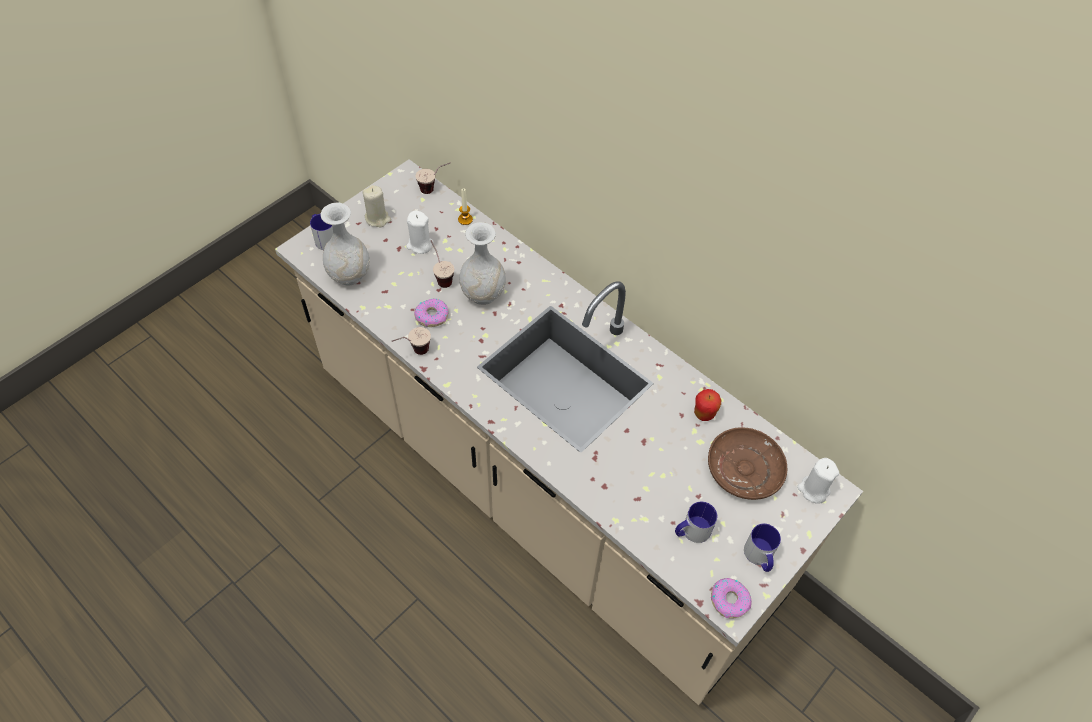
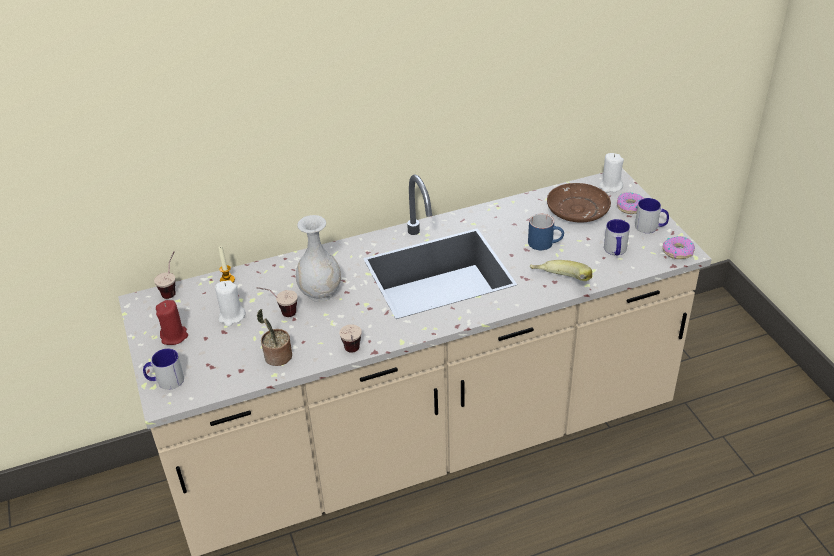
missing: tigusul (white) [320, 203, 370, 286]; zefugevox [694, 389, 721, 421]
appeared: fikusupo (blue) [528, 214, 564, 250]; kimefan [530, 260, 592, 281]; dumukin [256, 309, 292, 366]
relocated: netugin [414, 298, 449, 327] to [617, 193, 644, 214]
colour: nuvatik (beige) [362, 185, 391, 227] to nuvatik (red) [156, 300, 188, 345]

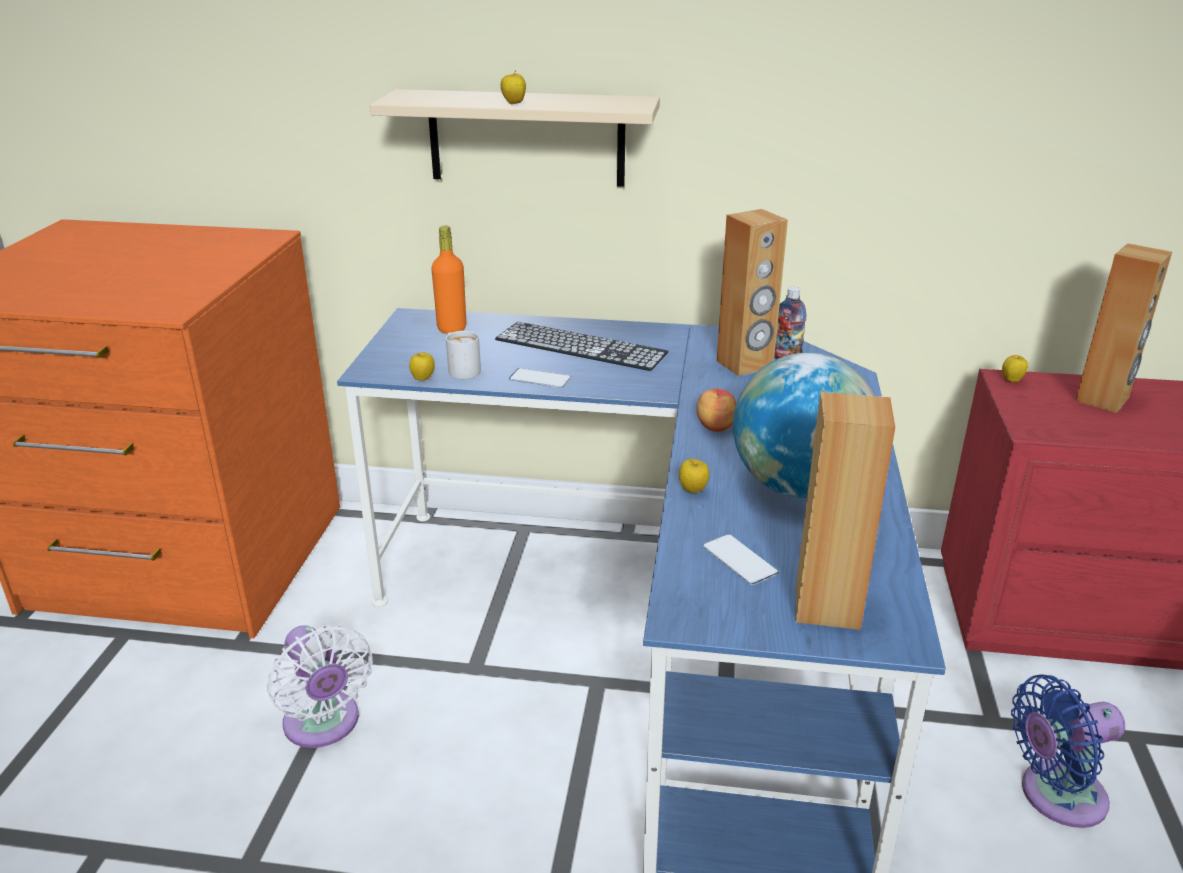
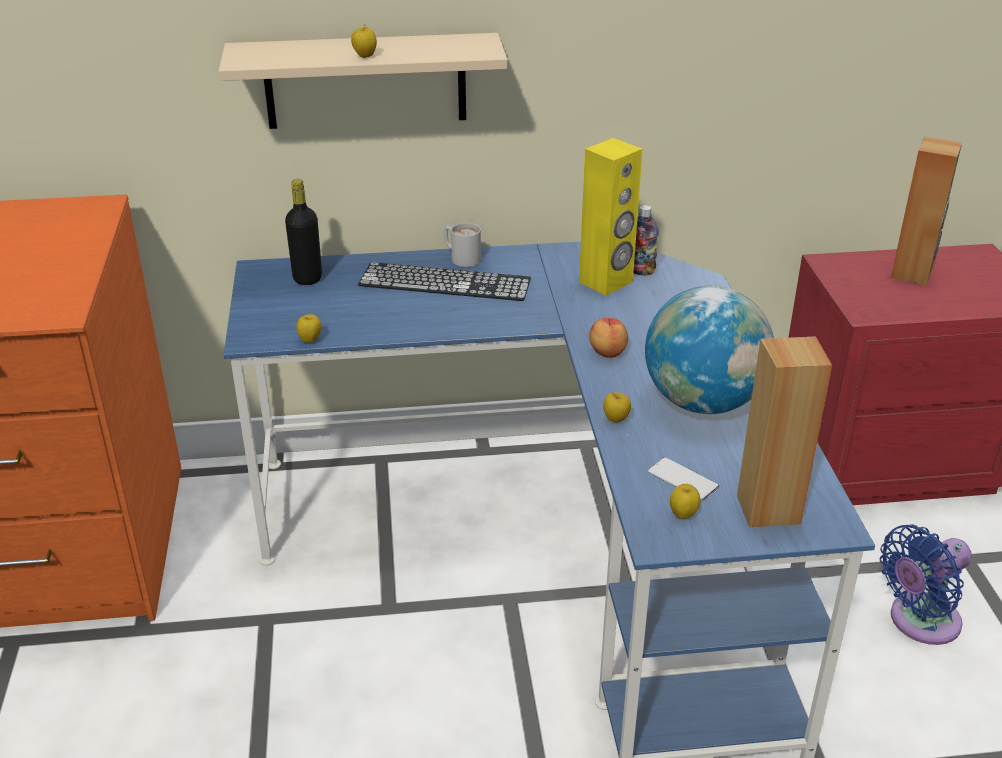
missing: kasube [509, 368, 571, 388]; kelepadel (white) [267, 625, 373, 748]
relocated: fikusupo (white) [446, 331, 481, 379] to [444, 223, 481, 267]; zefugevox [1002, 355, 1028, 382] to [670, 484, 701, 519]
colour: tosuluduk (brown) [717, 209, 788, 376] to tosuluduk (yellow) [579, 138, 643, 296]; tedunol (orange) [431, 226, 466, 334] to tedunol (black) [285, 179, 322, 285]

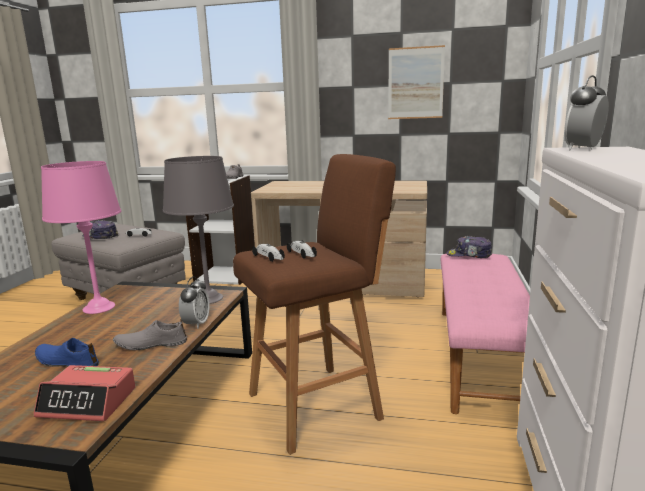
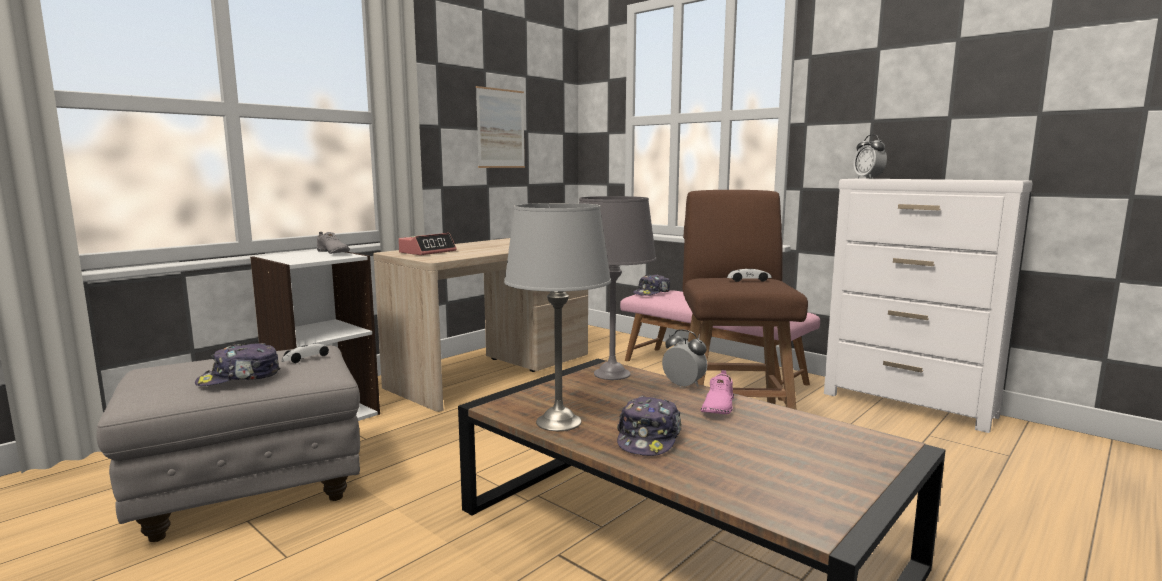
missing: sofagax [252, 243, 285, 262]; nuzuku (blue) [35, 338, 99, 367]
appeared: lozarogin [617, 396, 681, 456]
relocated: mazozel [34, 365, 135, 421] to [398, 233, 457, 255]
colour: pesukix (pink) [41, 161, 121, 314] to pesukix (grey) [504, 203, 611, 431]; nuzuku (grey) [113, 319, 187, 350] to nuzuku (pink) [700, 370, 734, 414]

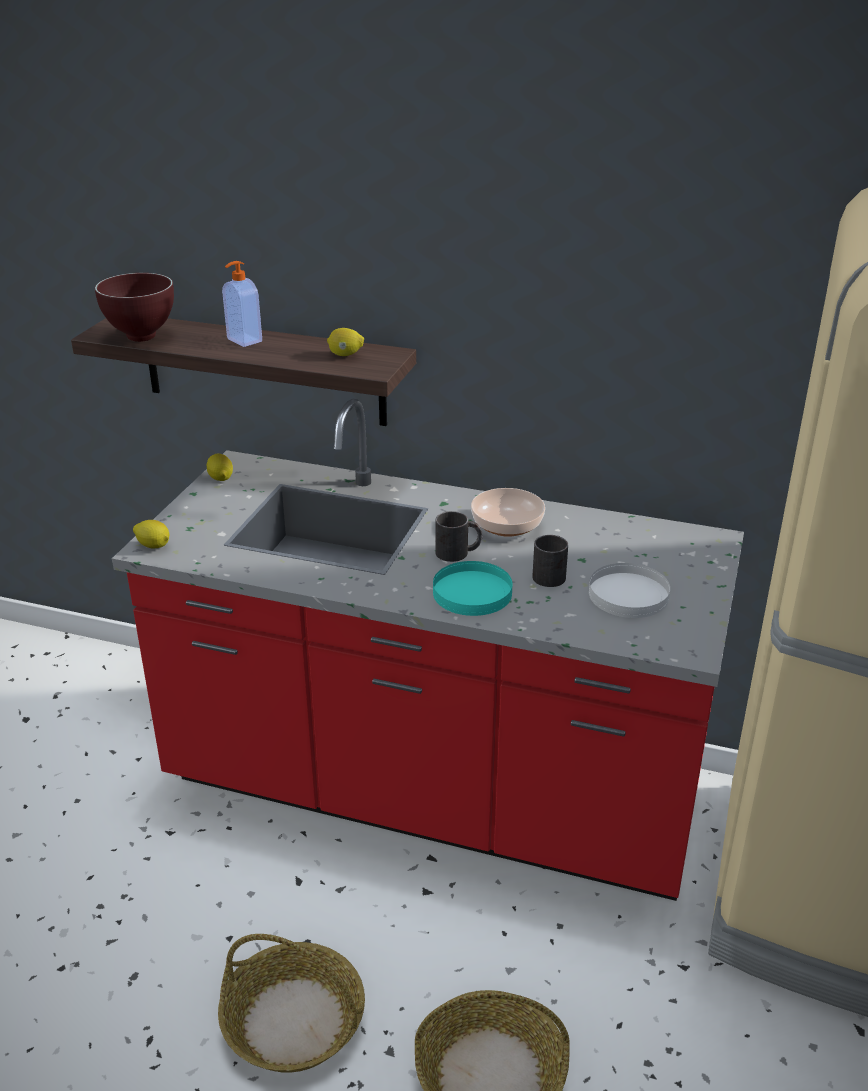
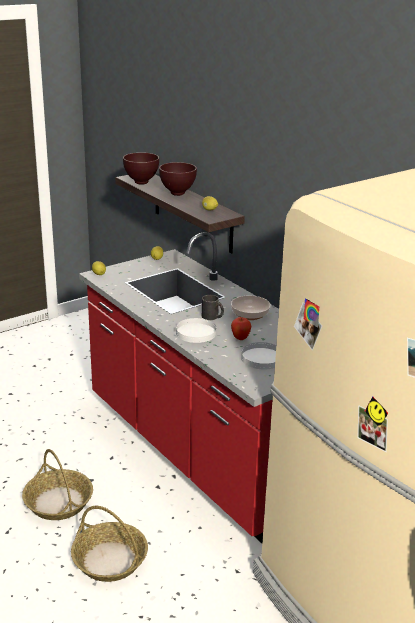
exchanged: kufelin [222, 261, 262, 347] to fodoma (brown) [159, 162, 197, 196]; fikusupo (black) [532, 535, 568, 587] to zefugevox [231, 317, 252, 340]
colour: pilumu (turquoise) [433, 561, 513, 616] to pilumu (white) [176, 318, 216, 343]

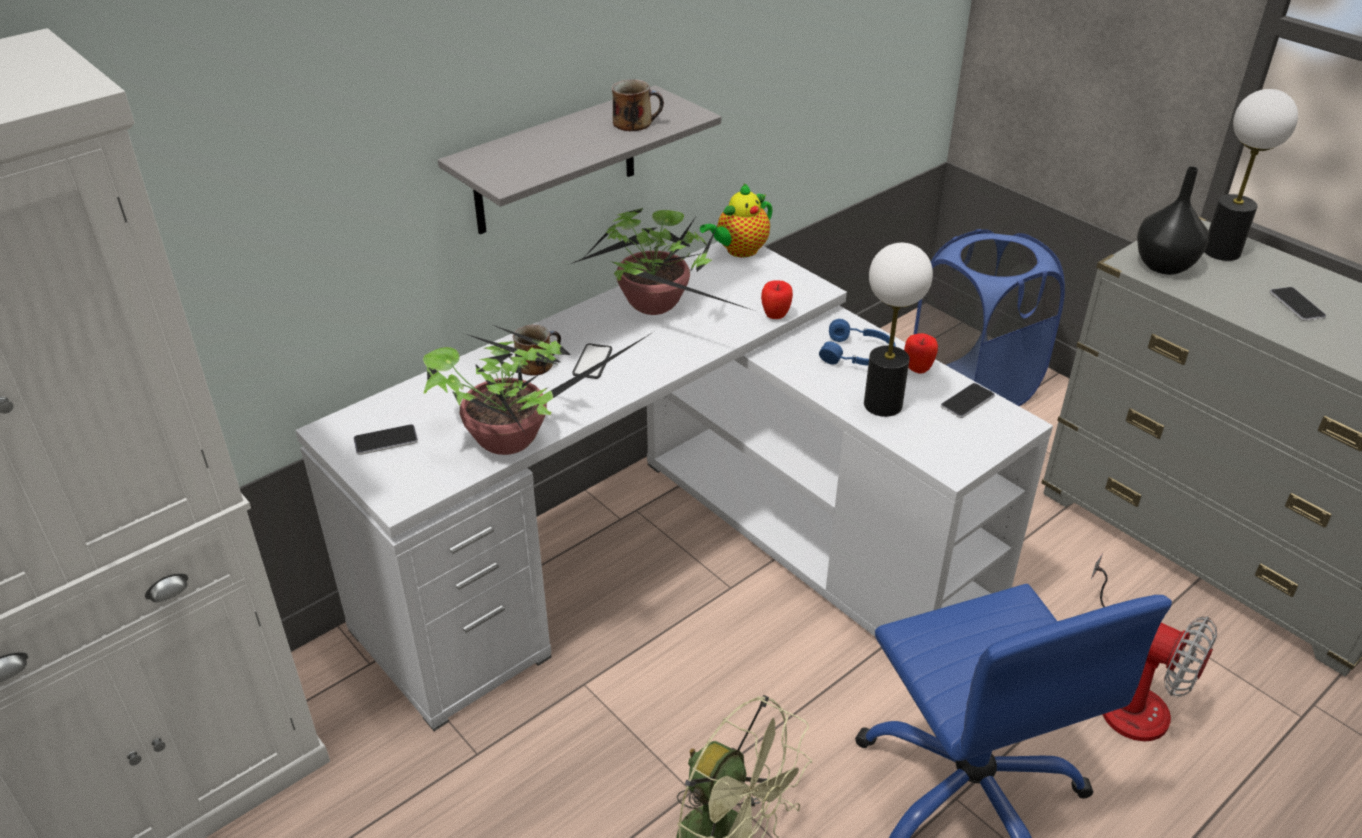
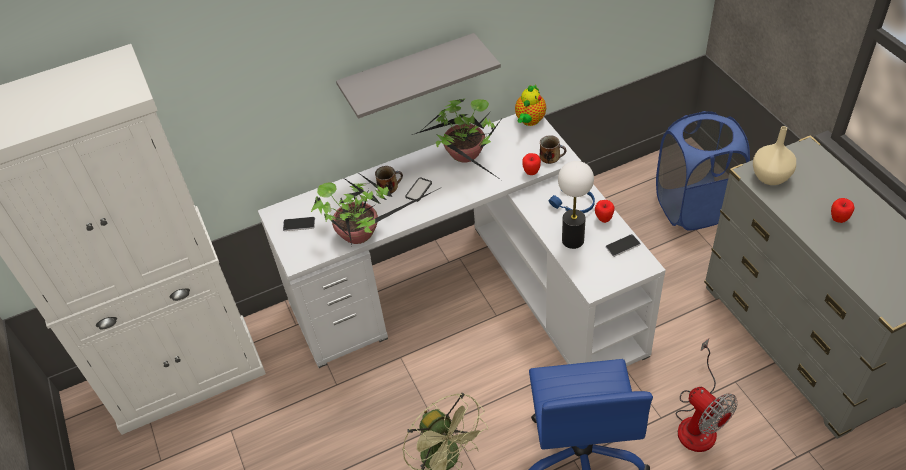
missing: pesukix [1205, 89, 1298, 261]
relocated: fikusupo [612, 79, 664, 131] to [540, 135, 566, 164]
exchanged: kasube [1270, 287, 1326, 321] to zefugevox [831, 198, 855, 223]
colour: tigusul (black) [1137, 166, 1209, 275] to tigusul (beige) [753, 126, 796, 185]
spun: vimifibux [700, 183, 772, 258] = [515, 85, 546, 126] 45 degrees counterclockwise

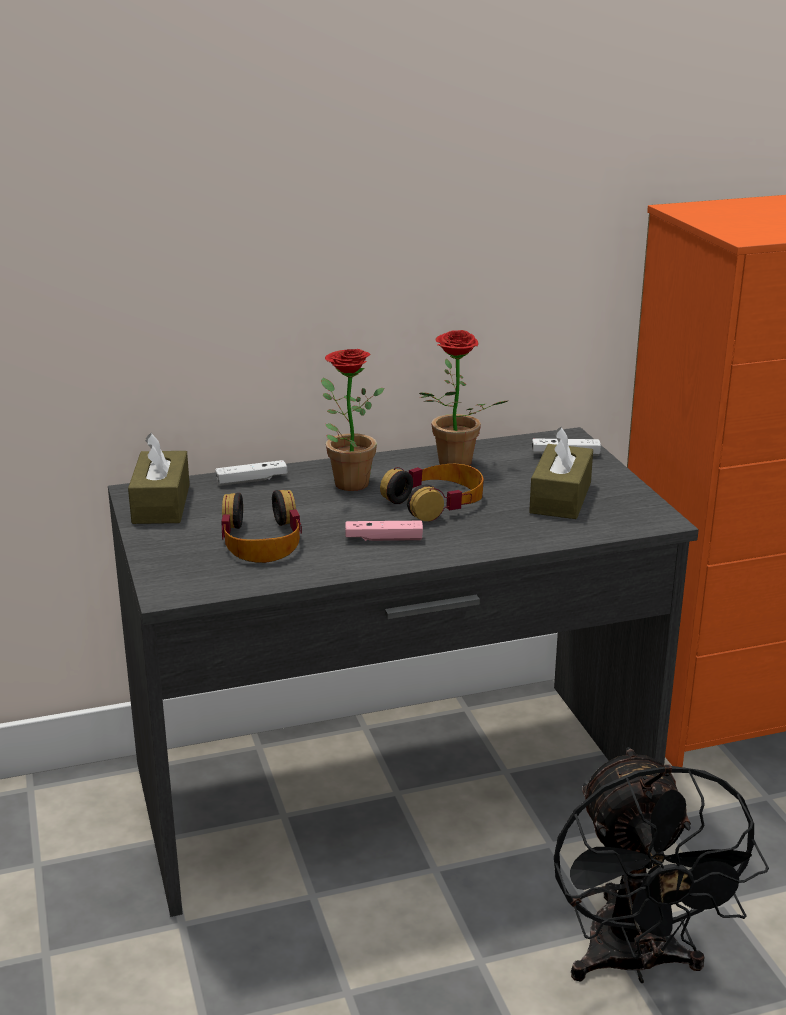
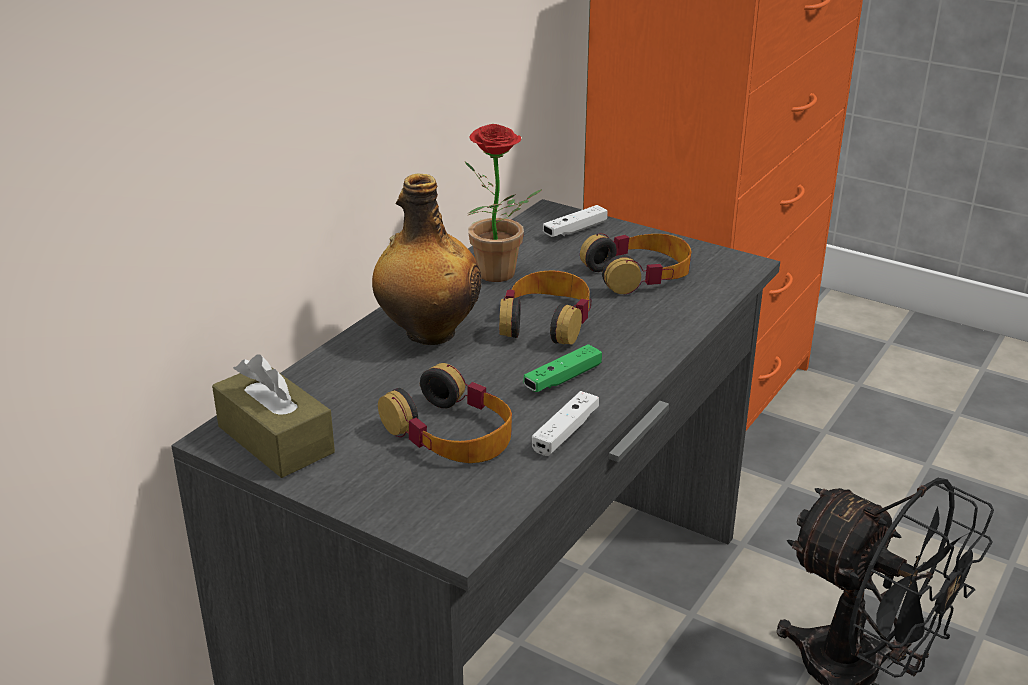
relocated: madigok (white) [215, 460, 287, 486] to [532, 391, 599, 456]
exchanged: dumukin [321, 349, 384, 491] to tedunol [372, 174, 482, 345]; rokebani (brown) [529, 427, 593, 519] to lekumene [580, 233, 691, 295]
colour: madigok (pink) [345, 521, 423, 541] to madigok (green) [523, 344, 602, 392]

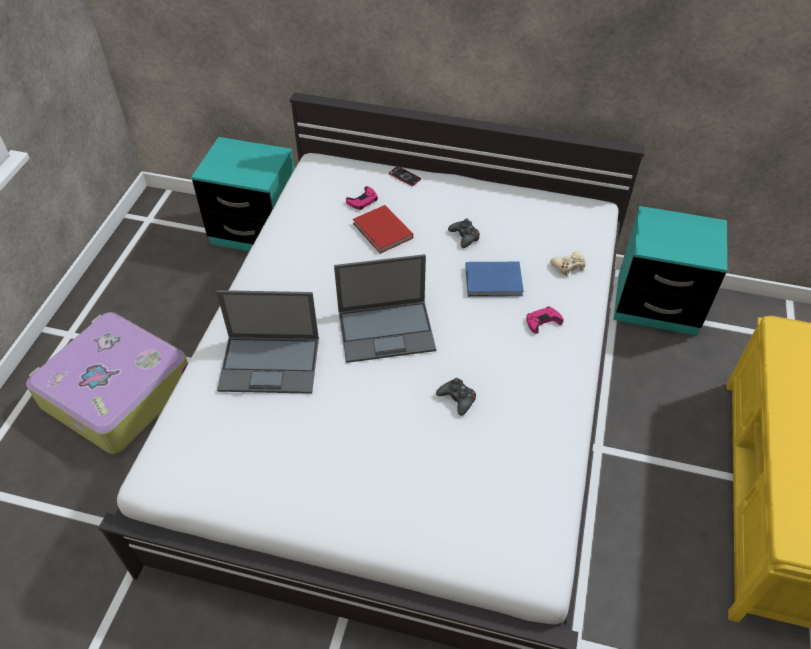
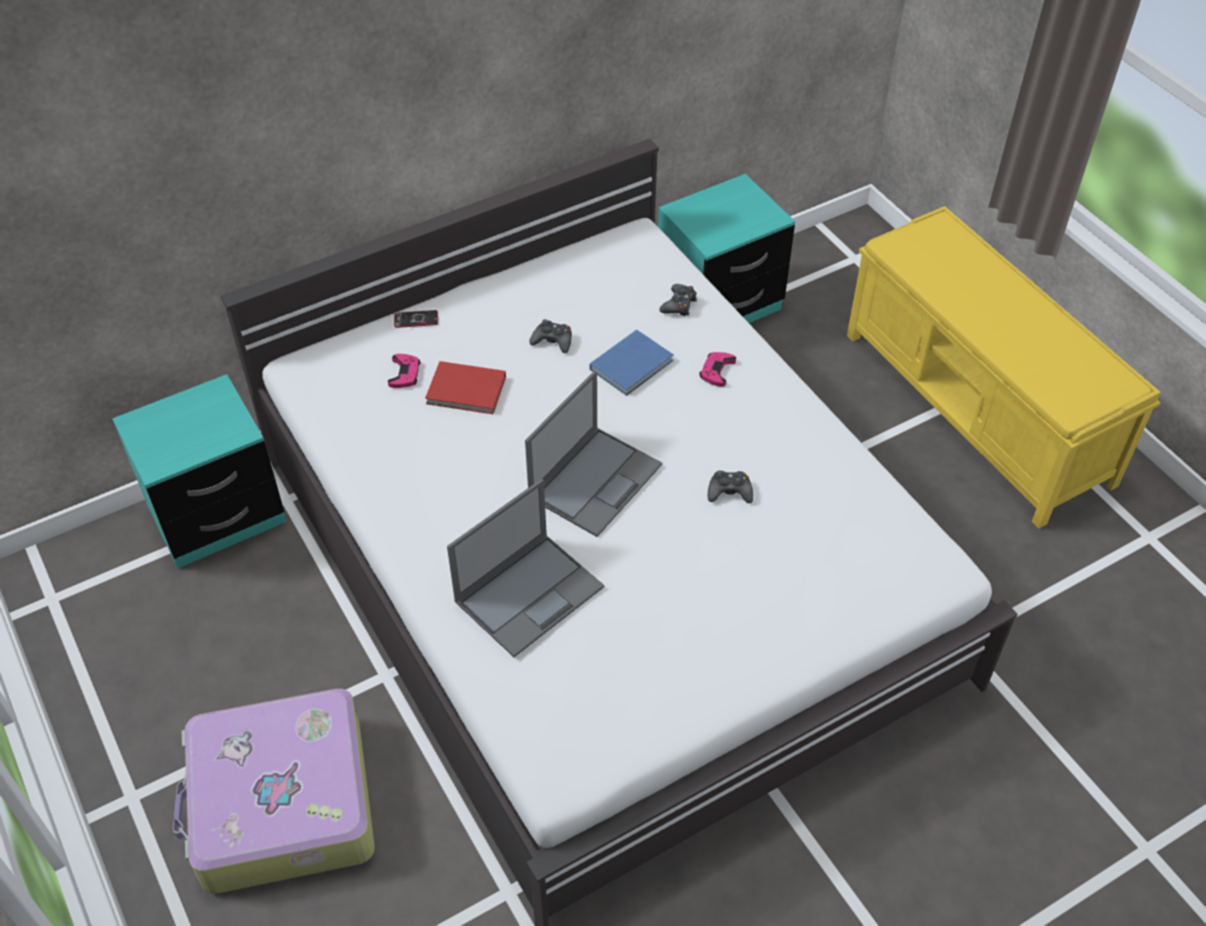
colour: madigok (beige) [550, 251, 586, 276] to madigok (black) [659, 284, 697, 316]

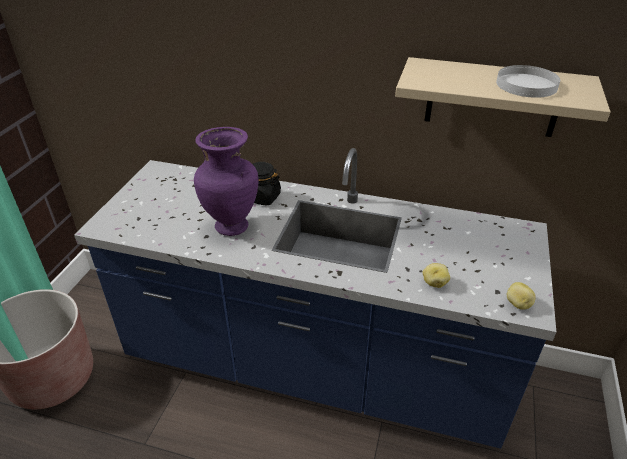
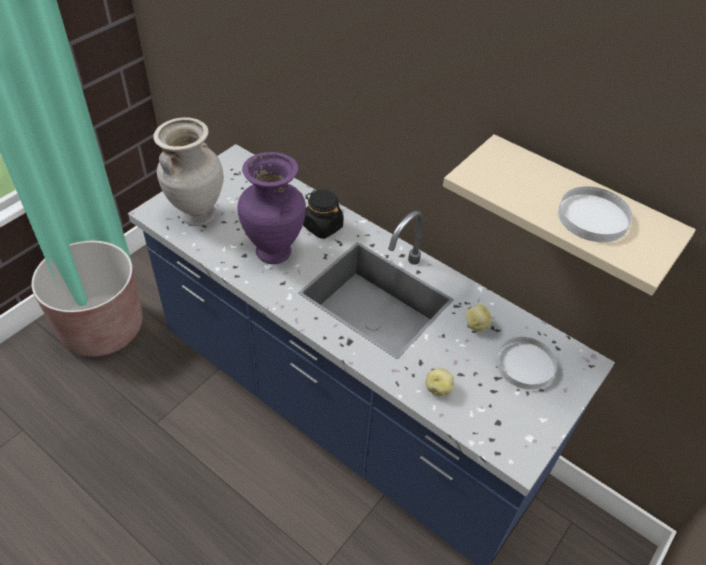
appeared: tigusul (beige) [153, 117, 224, 226]; pilumu (white) [497, 337, 556, 390]
relocated: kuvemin [507, 282, 536, 310] to [466, 304, 492, 332]

